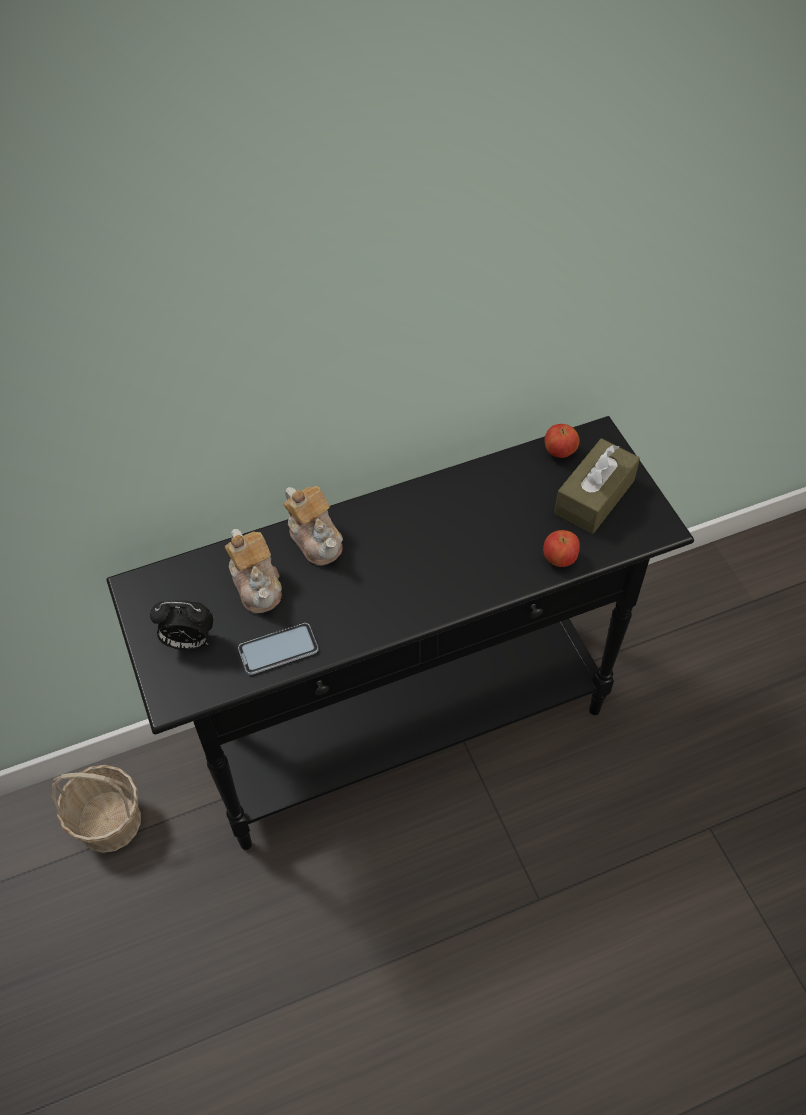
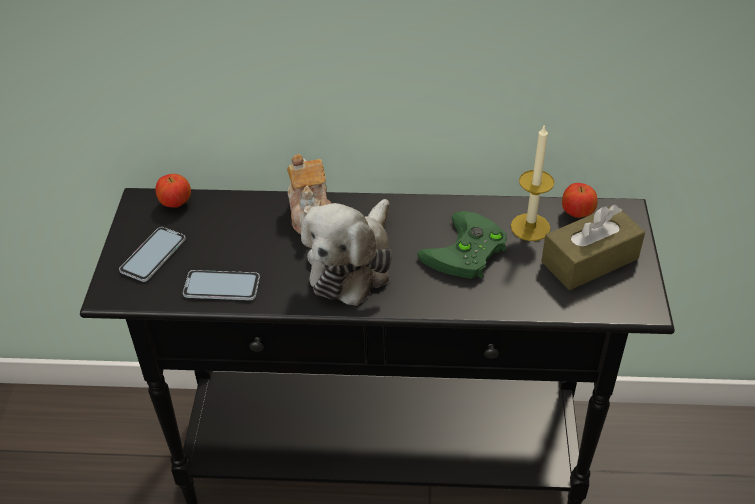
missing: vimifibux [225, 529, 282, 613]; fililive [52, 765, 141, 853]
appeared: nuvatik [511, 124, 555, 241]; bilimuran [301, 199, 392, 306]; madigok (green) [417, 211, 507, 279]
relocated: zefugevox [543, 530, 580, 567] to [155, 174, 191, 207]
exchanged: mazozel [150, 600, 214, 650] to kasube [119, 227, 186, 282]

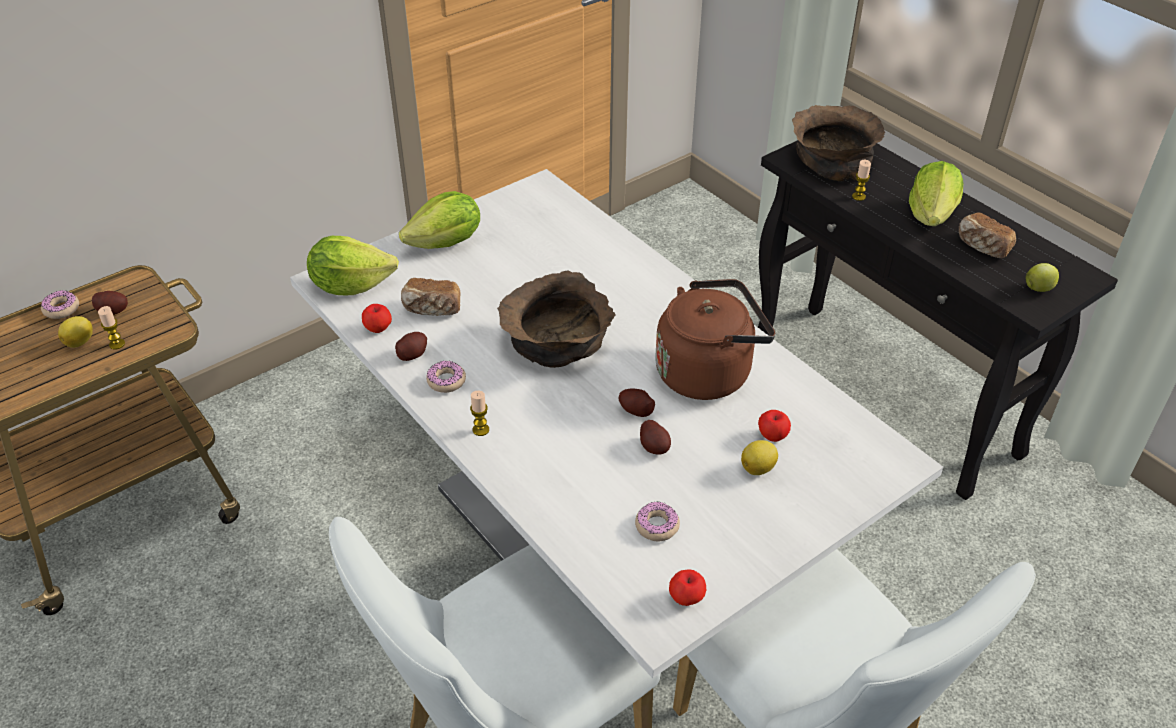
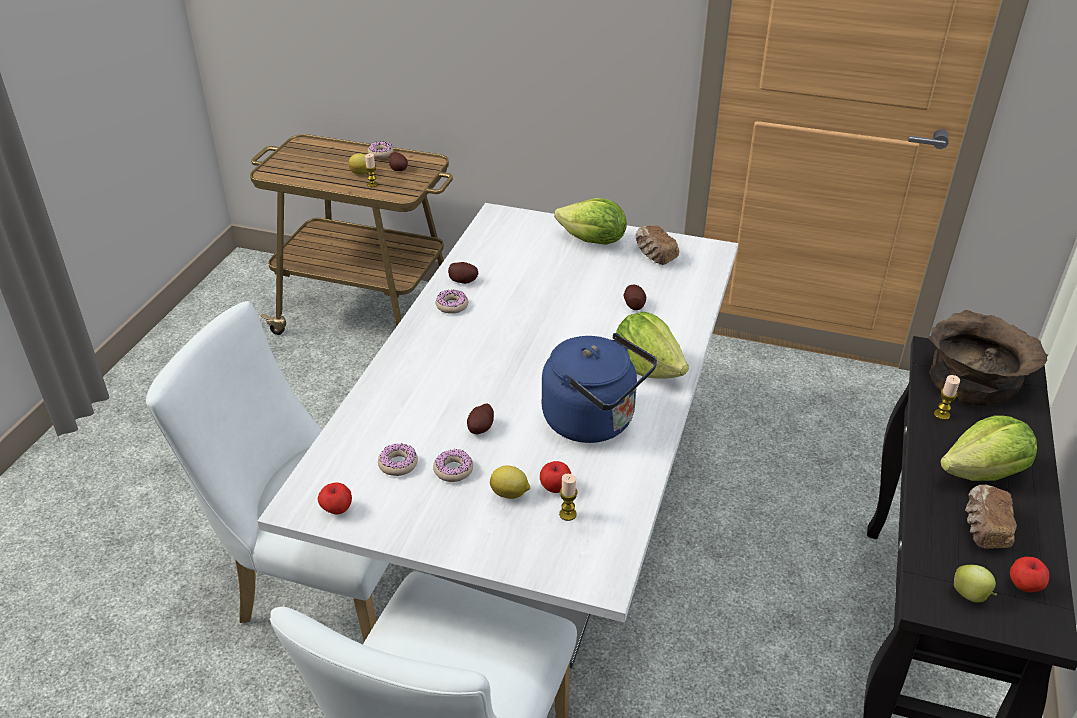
missing: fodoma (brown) [497, 270, 615, 368]
appeared: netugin [433, 449, 473, 482]
relocated: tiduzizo [307, 236, 399, 295] to [616, 311, 689, 379]; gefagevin [401, 278, 461, 316] to [635, 226, 679, 265]; zefugevox [362, 304, 392, 333] to [1010, 557, 1049, 592]; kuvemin [618, 388, 655, 417] to [624, 285, 646, 310]; nuvatik [470, 391, 489, 436] to [559, 474, 578, 521]
colour: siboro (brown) [655, 279, 775, 400] to siboro (blue) [542, 333, 657, 443]

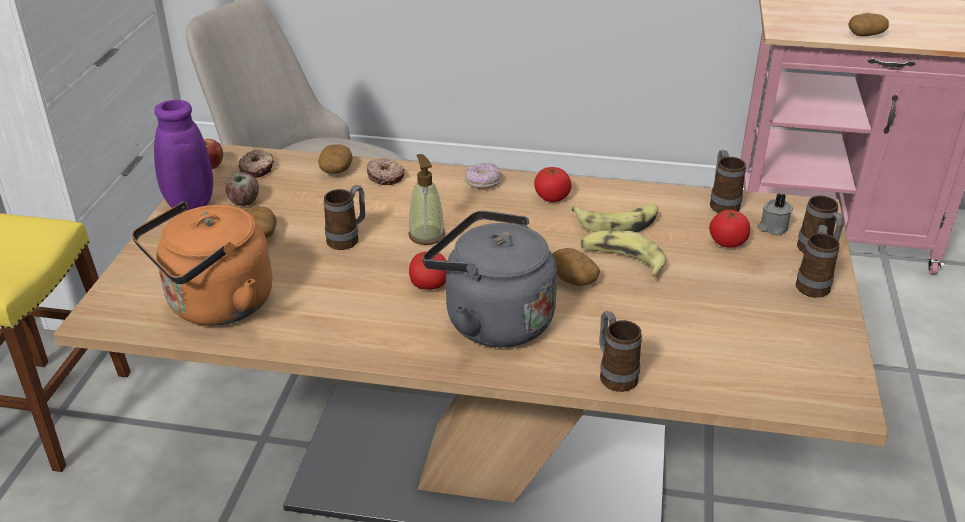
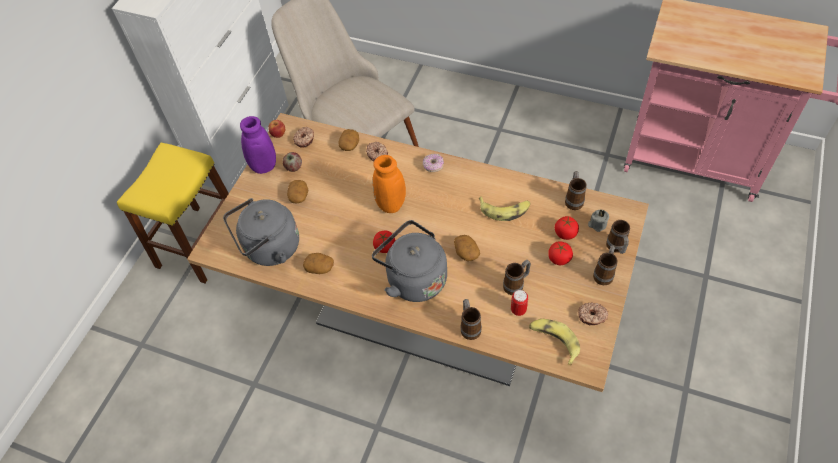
appeared: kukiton [511, 290, 528, 316]; netugin [578, 302, 608, 326]
relocated: kuvemin [848, 13, 889, 36] to [303, 253, 334, 274]; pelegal [534, 167, 571, 202] to [548, 242, 573, 265]; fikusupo [324, 185, 365, 250] to [503, 260, 531, 295]; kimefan [581, 230, 666, 277] to [529, 319, 580, 366]
exchanged: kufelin [409, 154, 445, 245] to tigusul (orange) [373, 155, 406, 213]
colour: siboro (orange) [132, 202, 272, 326] to siboro (grey) [223, 198, 299, 266]

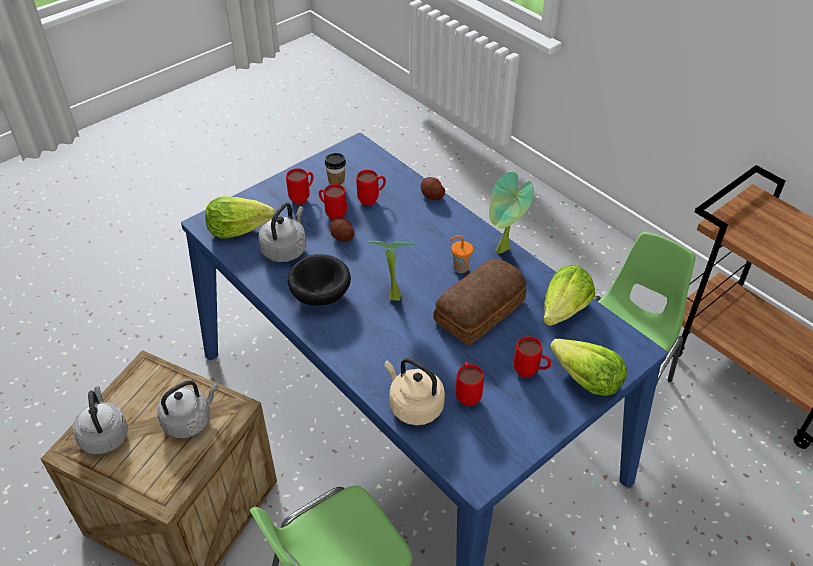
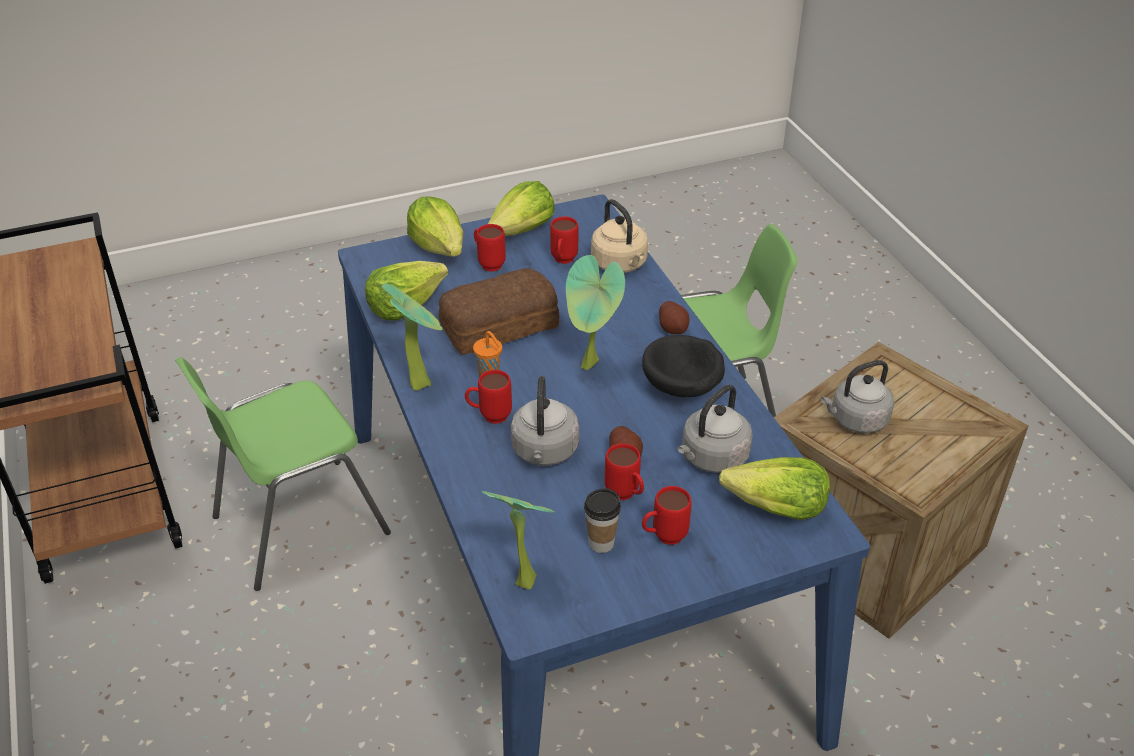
appeared: tiduzizo [488, 181, 555, 236]; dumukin [482, 491, 555, 589]
relocated: fikusupo (red) [356, 170, 386, 206] to [465, 370, 512, 424]; kuvemin [421, 177, 445, 200] to [659, 301, 690, 334]; siboro (grey) [72, 386, 128, 455] to [511, 376, 579, 466]

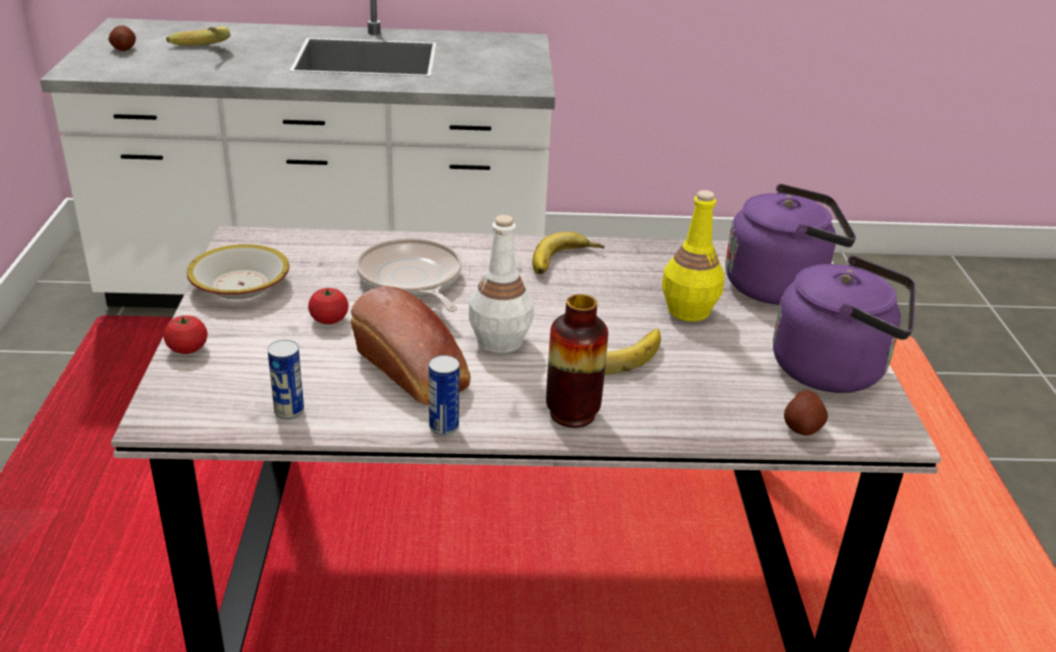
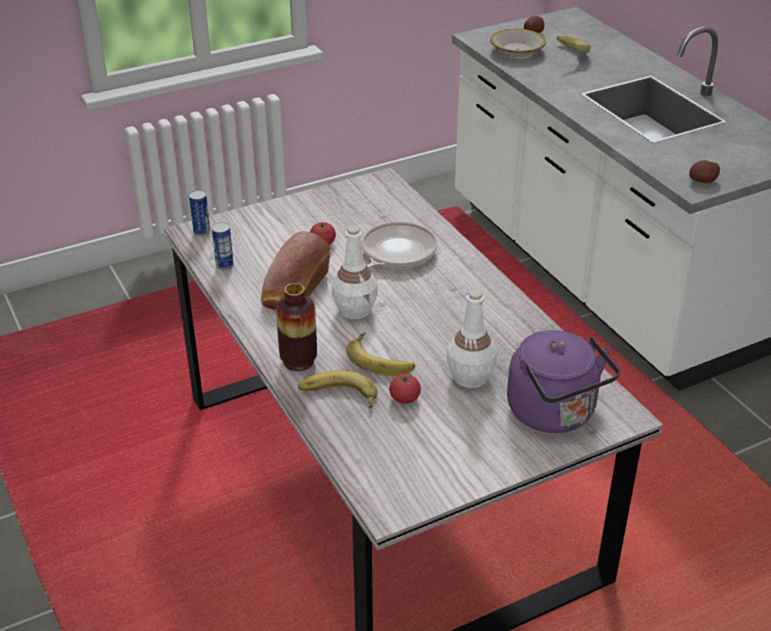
missing: siboro (purple) [773, 256, 916, 393]
relocated: kimefan [532, 232, 605, 274] to [298, 370, 378, 409]; fodoma [187, 244, 289, 299] to [490, 29, 546, 57]; pelegal [164, 315, 207, 354] to [389, 374, 421, 404]; kukiton [429, 355, 460, 436] to [189, 190, 210, 237]; kuvemin [784, 390, 828, 435] to [689, 160, 720, 183]
colour: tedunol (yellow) [662, 190, 724, 322] to tedunol (white) [447, 289, 497, 388]

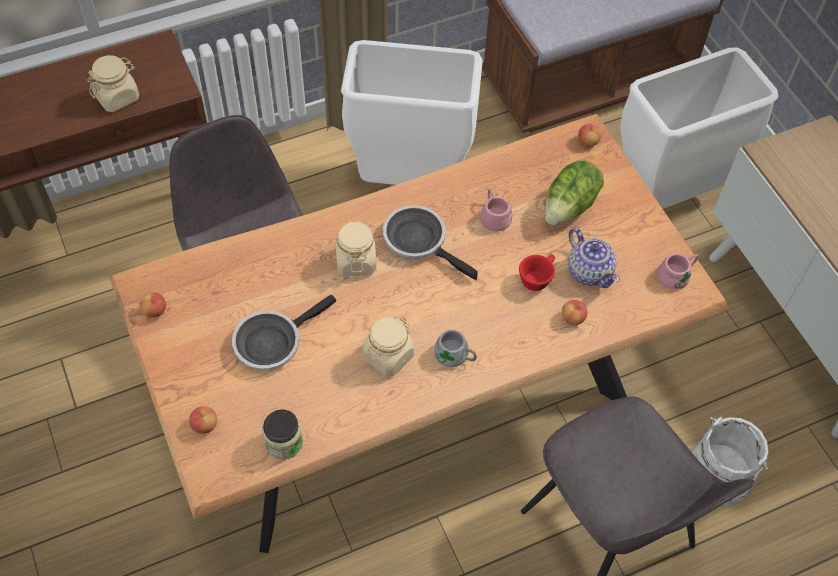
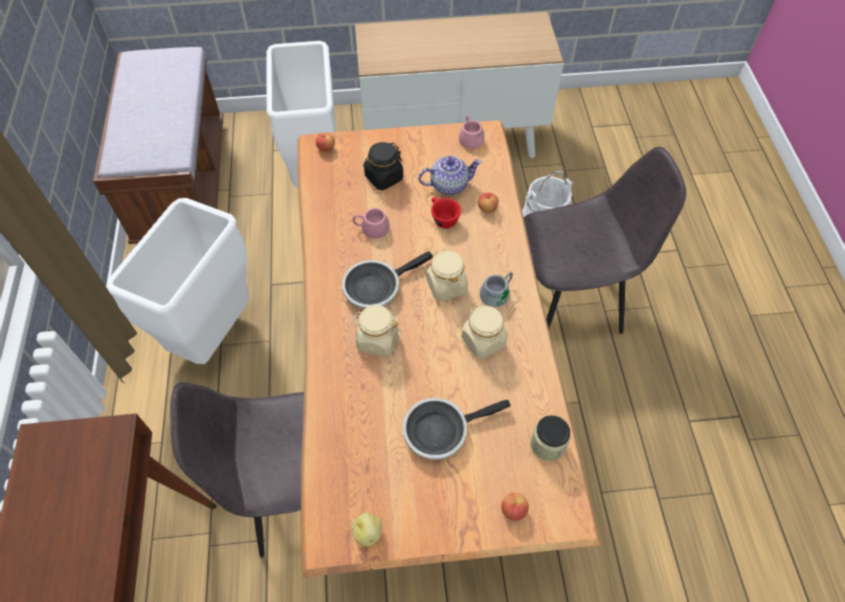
relocated: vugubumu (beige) [87, 55, 139, 112] to [426, 249, 468, 301]
exchanged: tiduzizo [544, 161, 604, 225] to vugubumu (black) [363, 142, 403, 190]; zefugevox [139, 292, 166, 318] to kuvemin [352, 513, 382, 547]
spun: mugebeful [232, 295, 336, 370] = [403, 398, 511, 460] 90 degrees clockwise

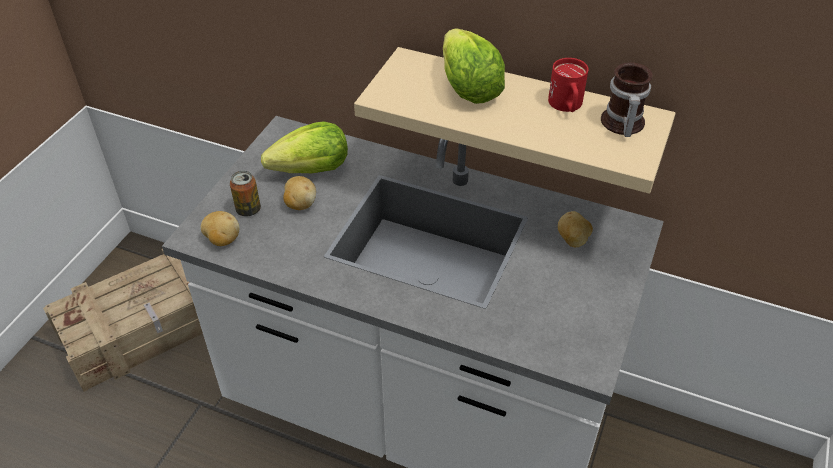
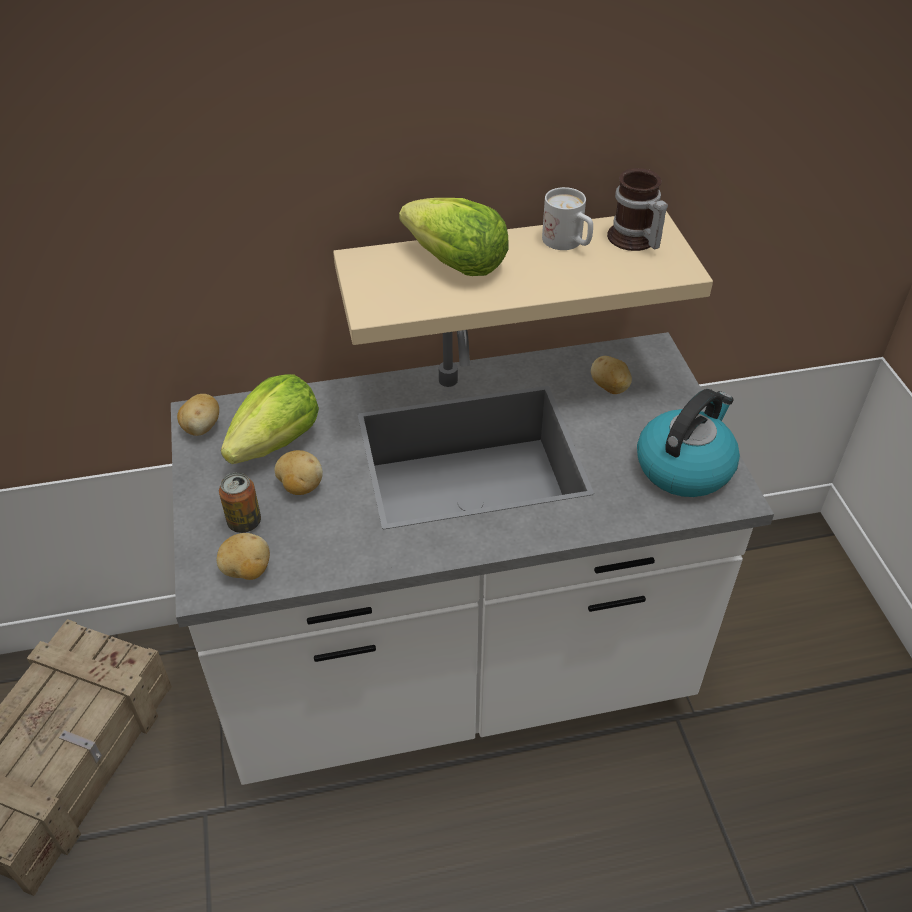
appeared: siboro [637, 389, 740, 497]; kuvemin [177, 394, 219, 436]
colour: fikusupo (red) [548, 58, 589, 112] to fikusupo (white) [542, 187, 593, 250]

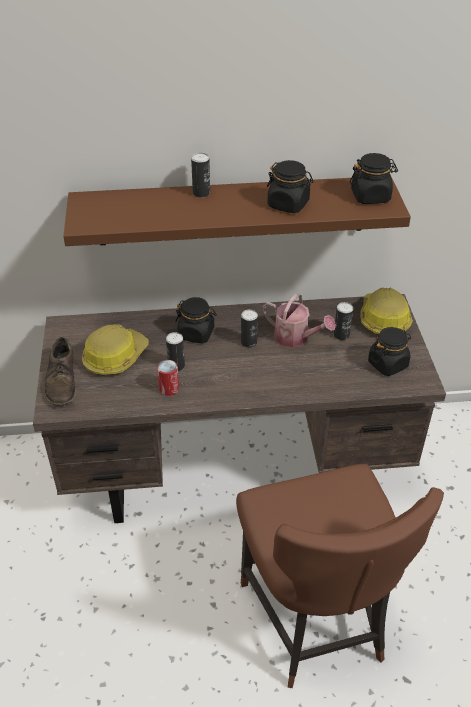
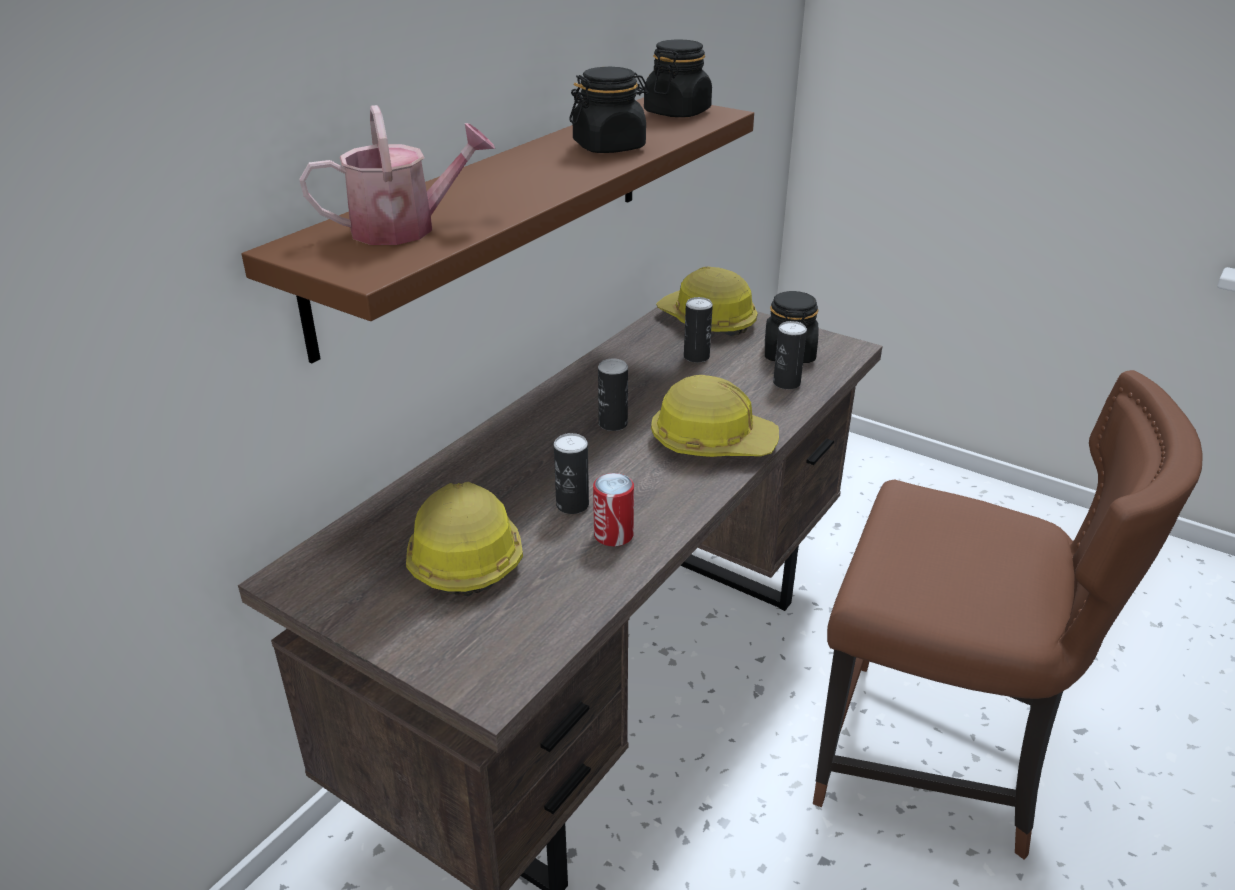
missing: vugubumu (black) [176, 297, 217, 344]; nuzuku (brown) [44, 337, 76, 405]
appeared: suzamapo [651, 375, 779, 457]
relocated: kukiton [191, 153, 210, 198] to [773, 321, 807, 389]; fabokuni [263, 294, 336, 347] to [299, 105, 496, 245]

